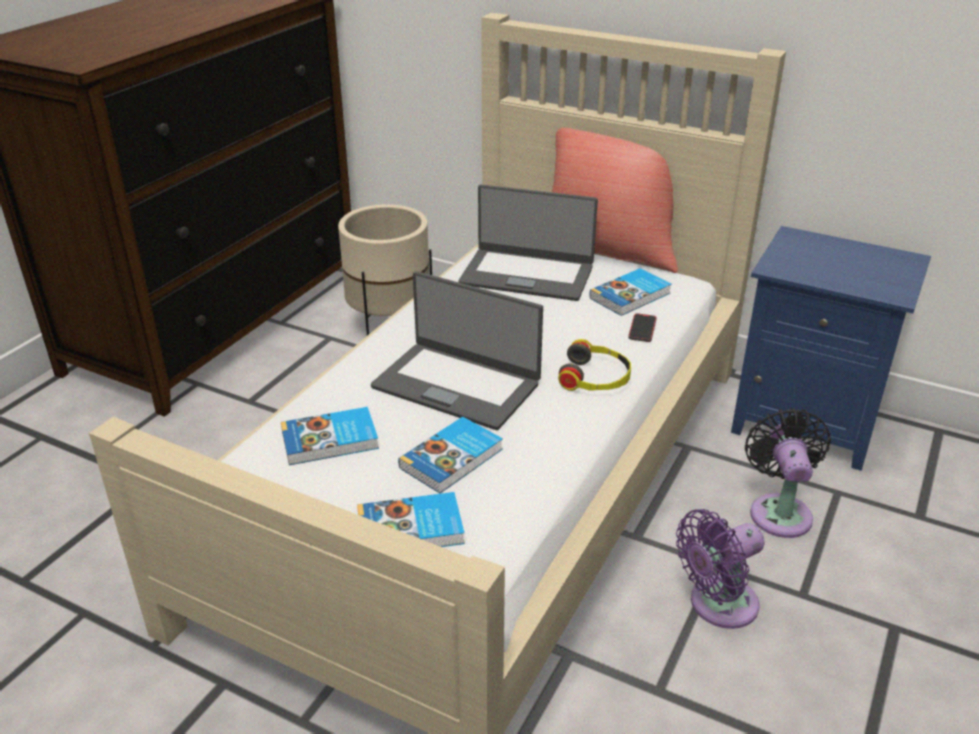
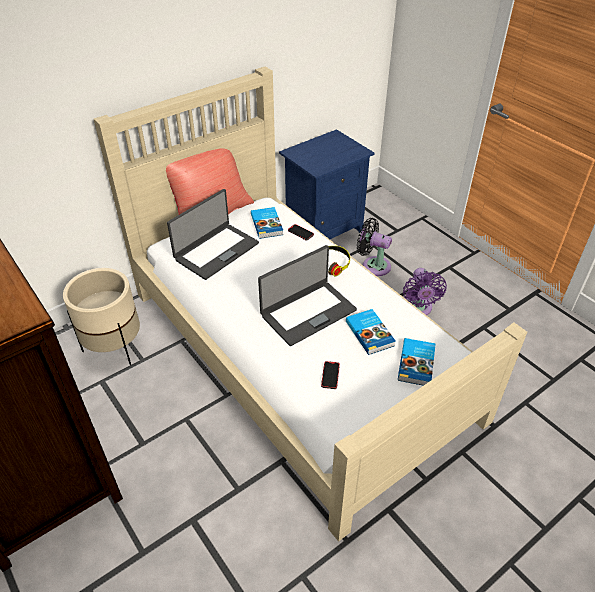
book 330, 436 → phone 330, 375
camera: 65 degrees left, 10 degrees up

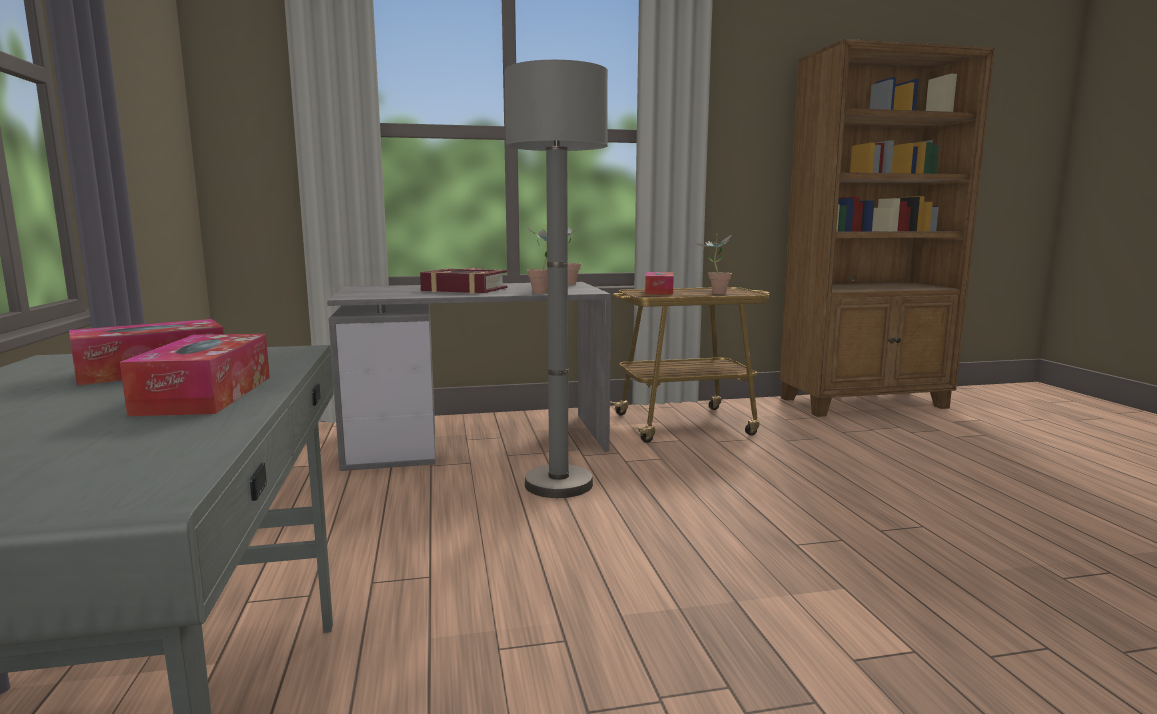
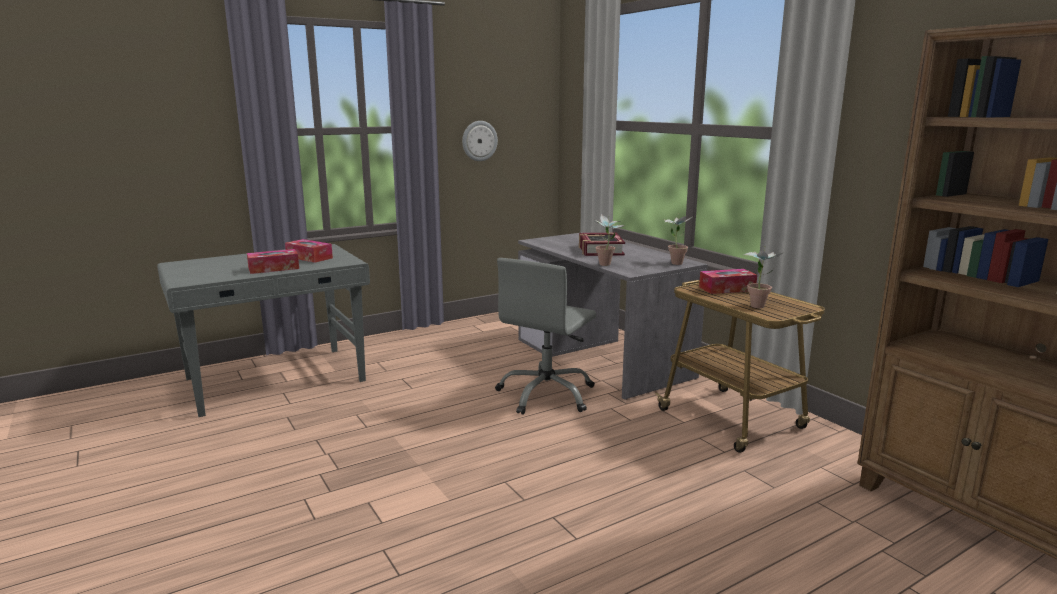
grey_floor_lamp 556, 279 → grey_office_chair 545, 336
- → wall_clock 480, 141
camera: 70 degrees right, 5 degrees up

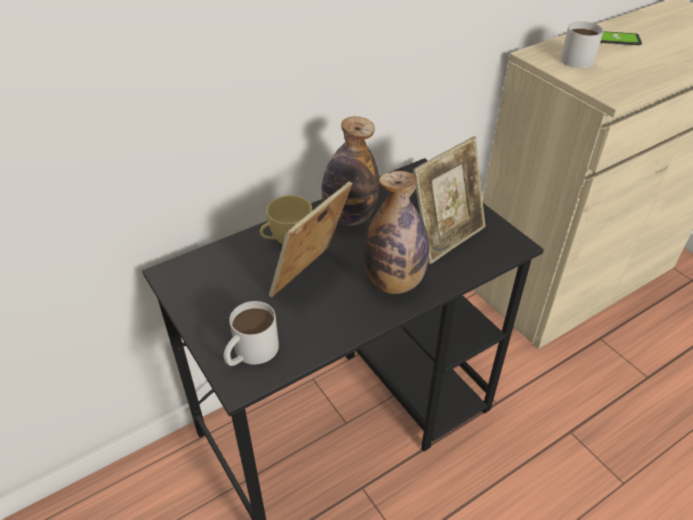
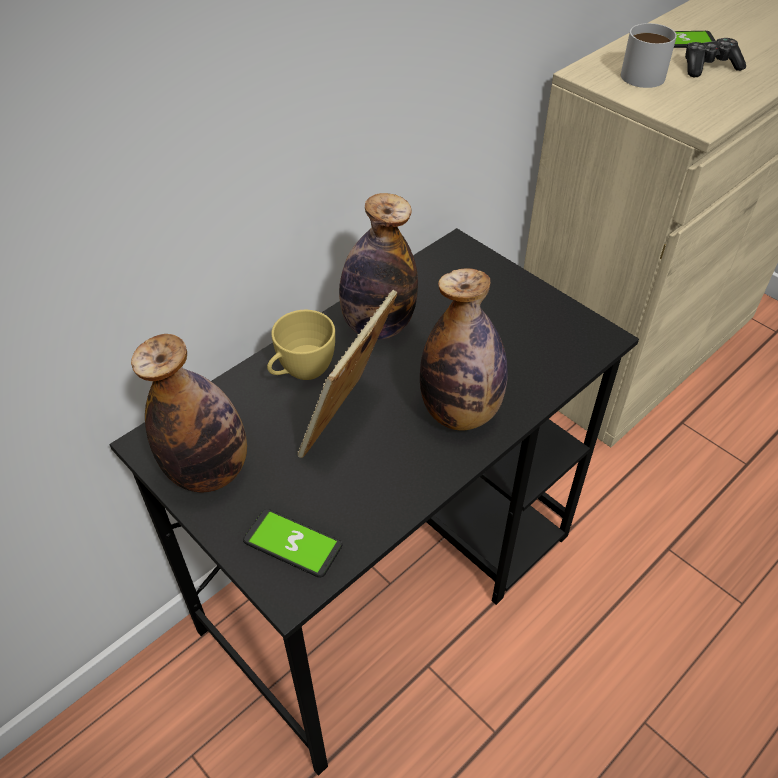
picture_frame 449, 200 → -
white_mug 251, 333 → phone 292, 543
- → game_controller 715, 57
- → bottle 189, 413
camera: 10 degrees left, 5 degrees up

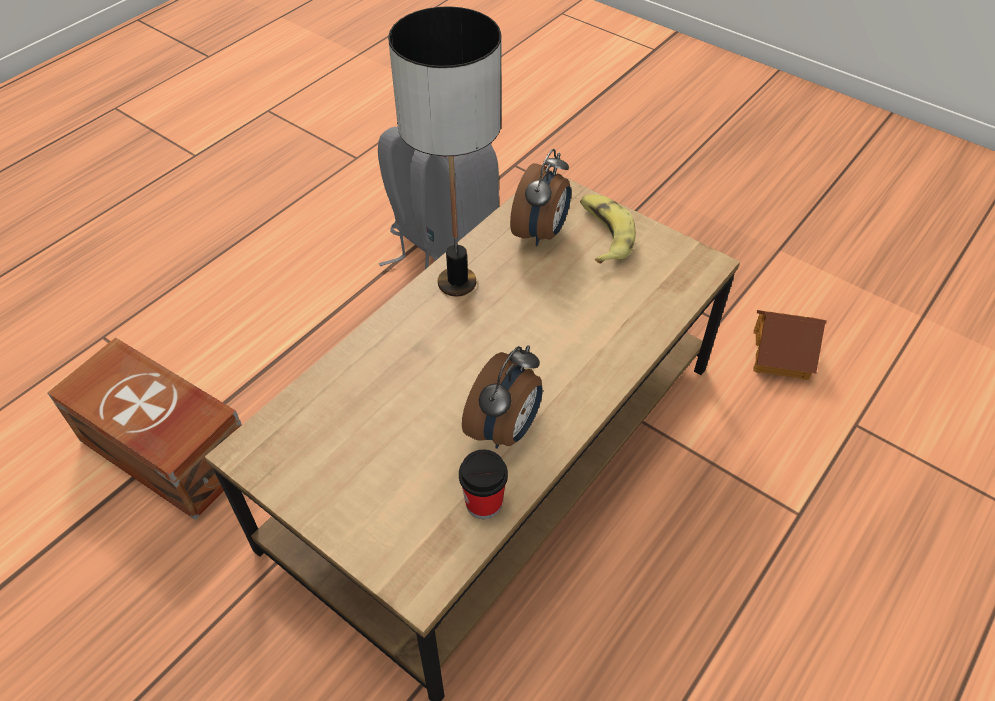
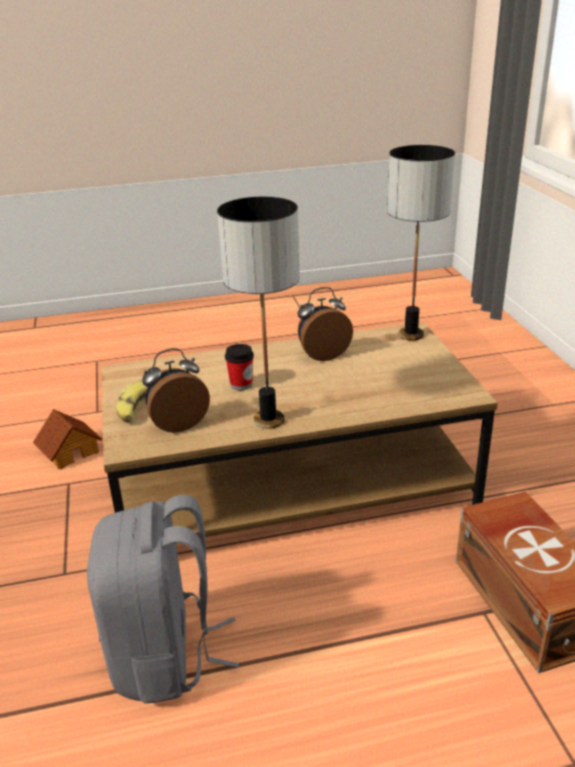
cup 483, 484 → cup 239, 367, shifted
- → table_lamp 421, 243
camera: 140 degrees left, 20 degrees down

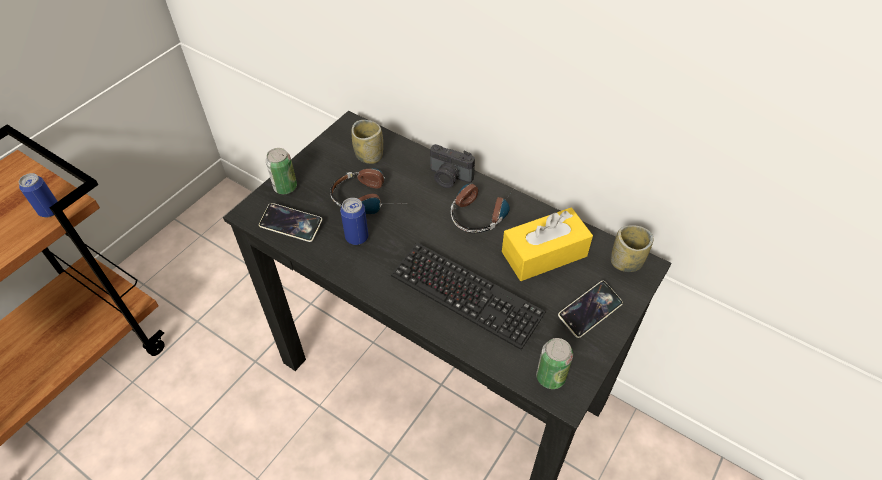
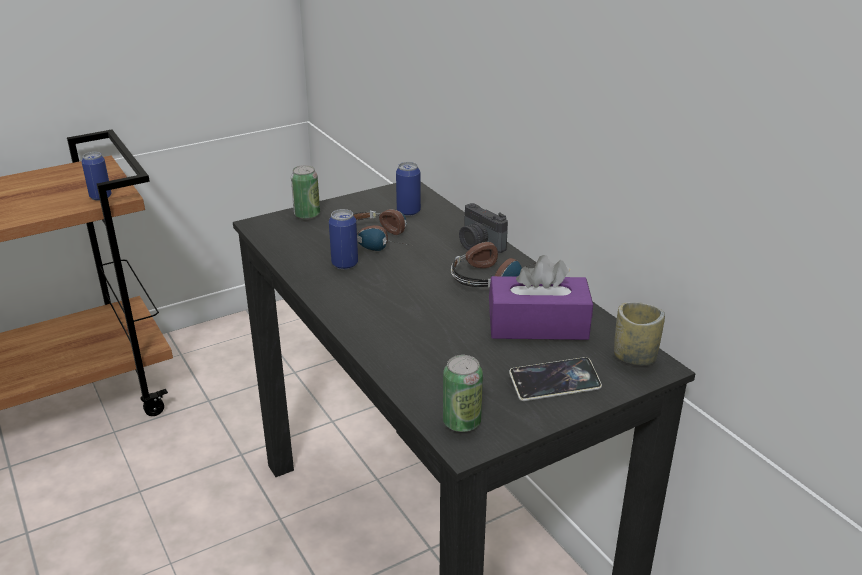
cup 367, 142 → can 408, 189
phone 291, 222 → -
yellow_tissue_box 547, 244 → purple_tissue_box 541, 297
keyboard 468, 296 → -
camera: 25 degrees right, 20 degrees down

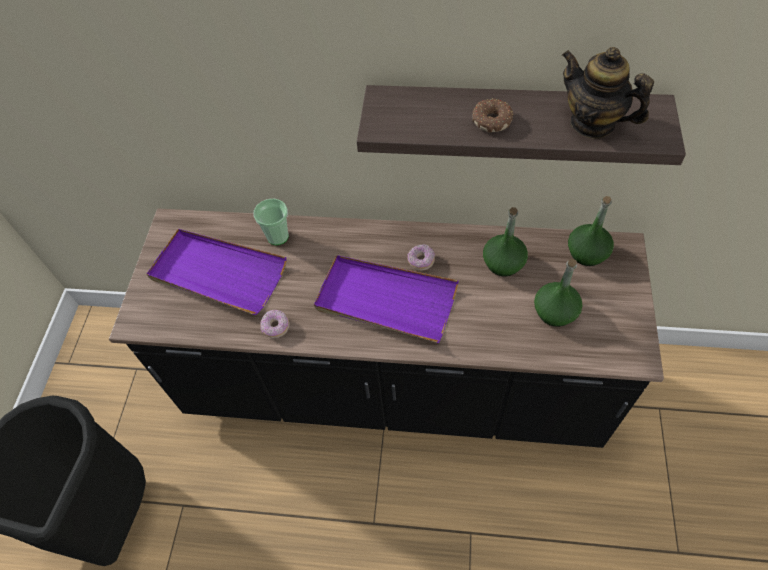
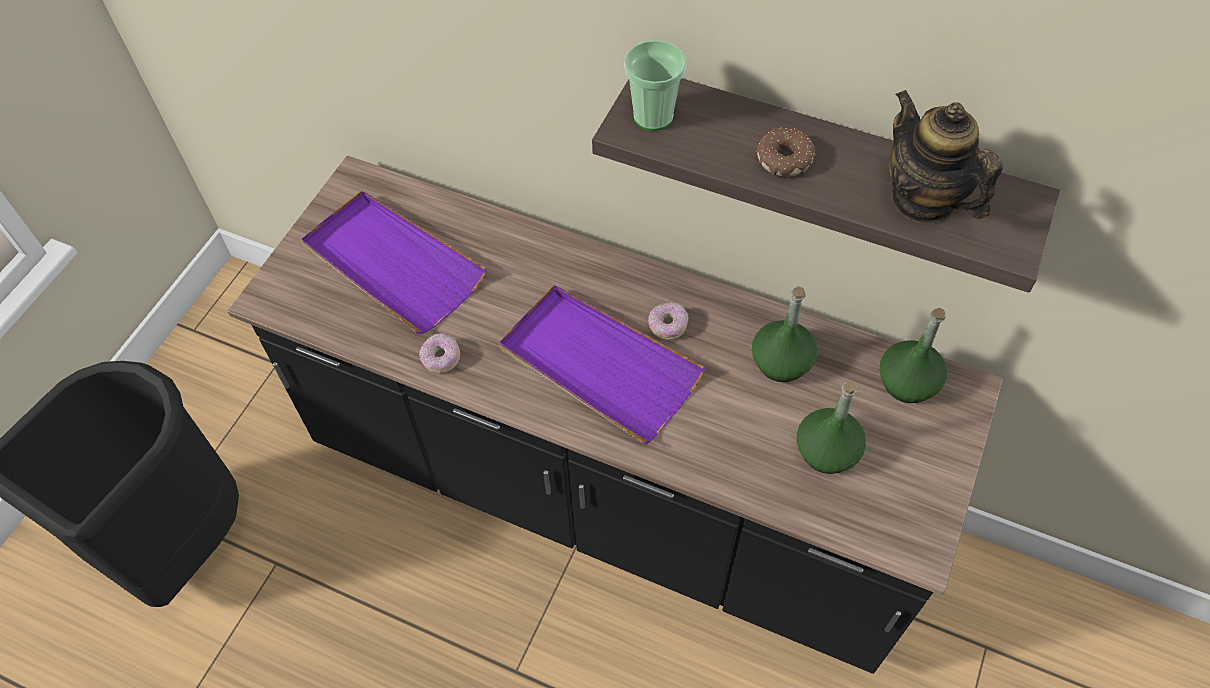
cup 271, 222 → cup 655, 85, shifted
camera: 15 degrees right, 0 degrees up

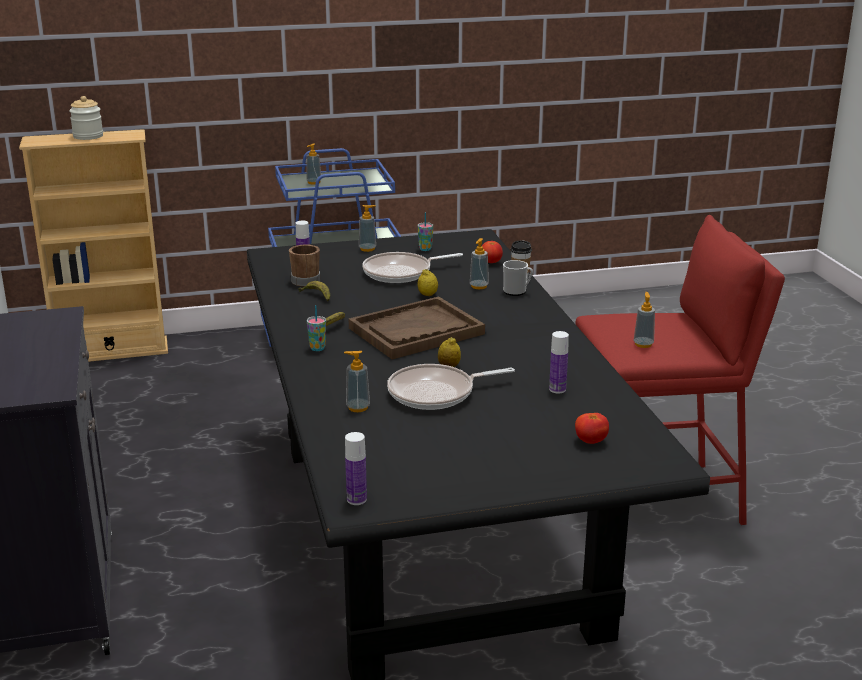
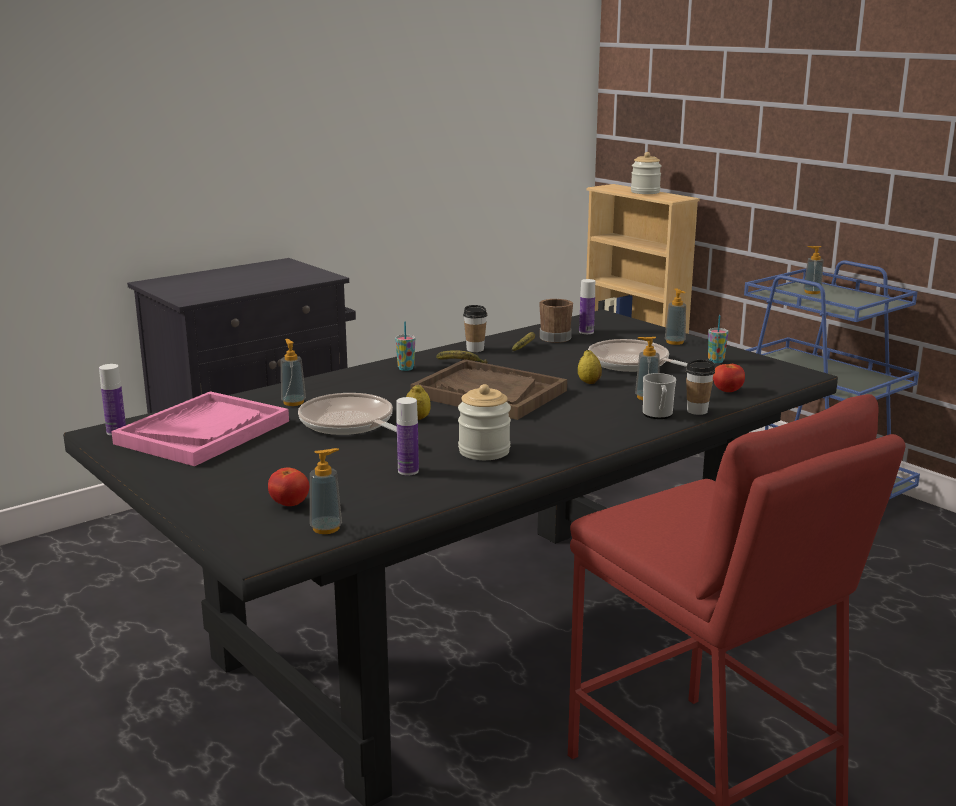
soap_dispenser 644, 320 → soap_dispenser 326, 491, shifted
- → cup 475, 328
- → jar 484, 422
- → pink_tray 200, 428
camera: 65 degrees right, 5 degrees down

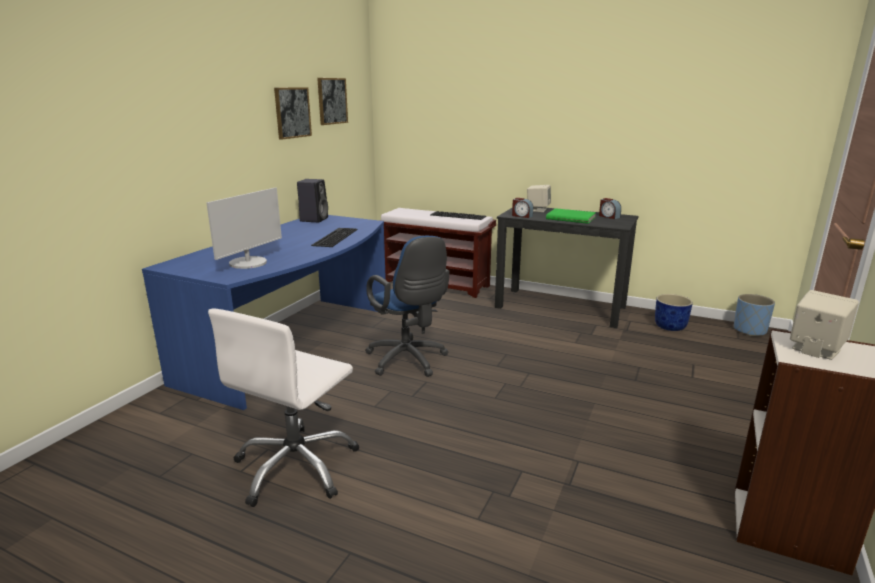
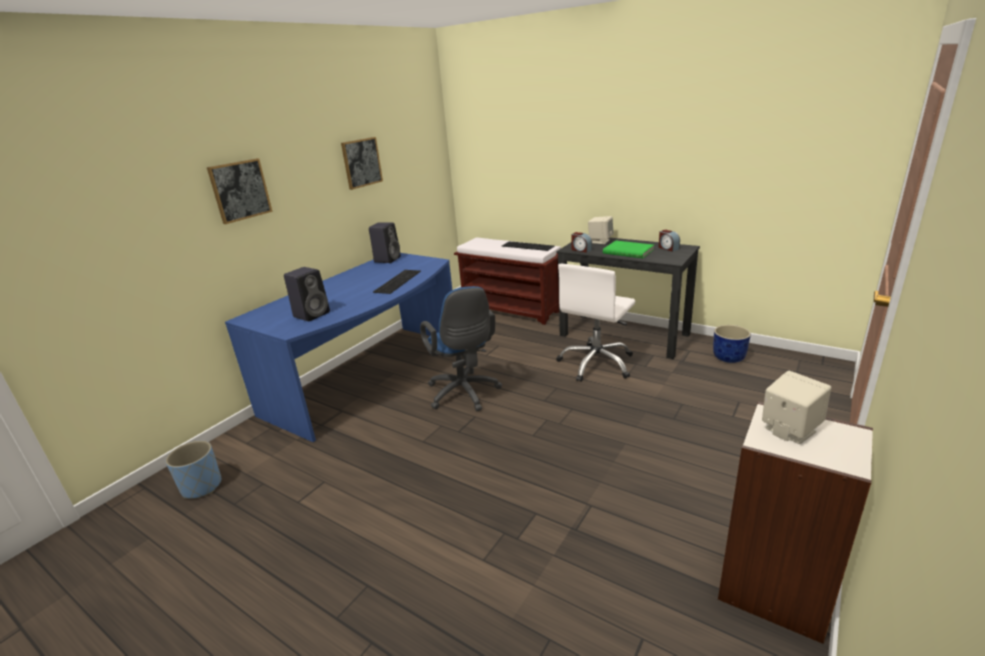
picture 332, 101 → picture 240, 191, shifted
monitor 244, 228 → black_speaker 307, 294
blue_planter 754, 315 → blue_planter 193, 470, shifted
white_office_chair 283, 407 → white_office_chair 595, 323, shifted
camera: 10 degrees right, 5 degrees up

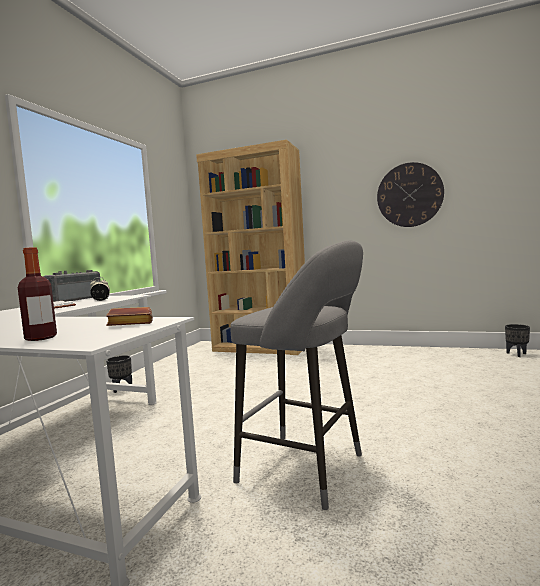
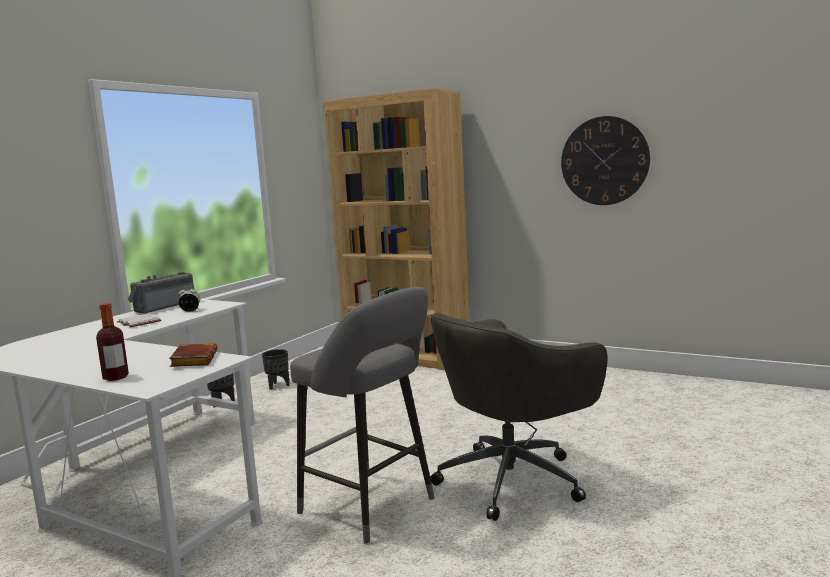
black_planter 517, 340 → black_planter 275, 369, shifted
- → grey_office_chair 518, 416
camera: 10 degrees right, 5 degrees up

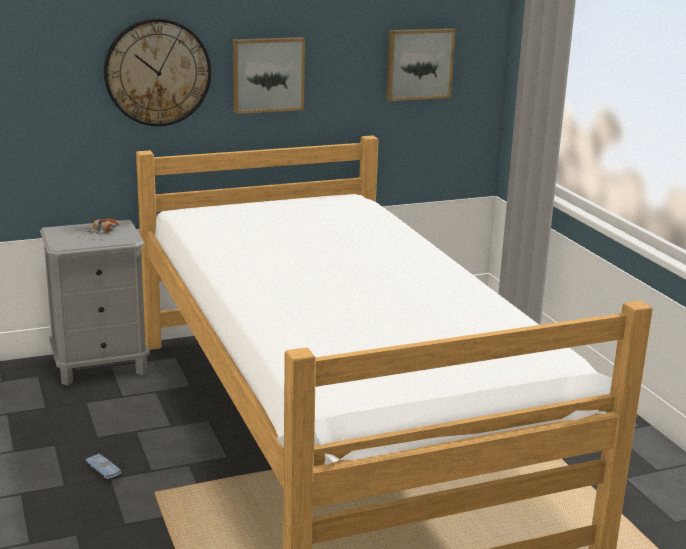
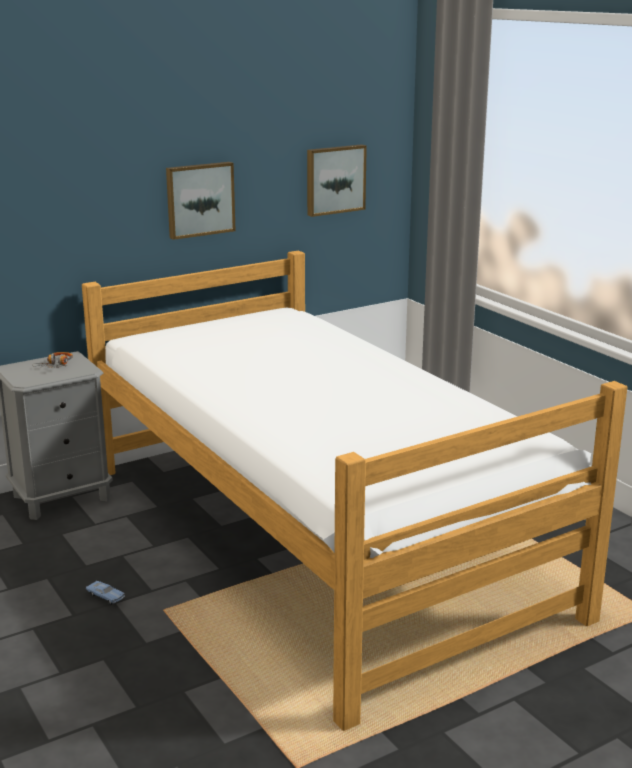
wall_clock 157, 72 → -
camera: 10 degrees left, 0 degrees up

